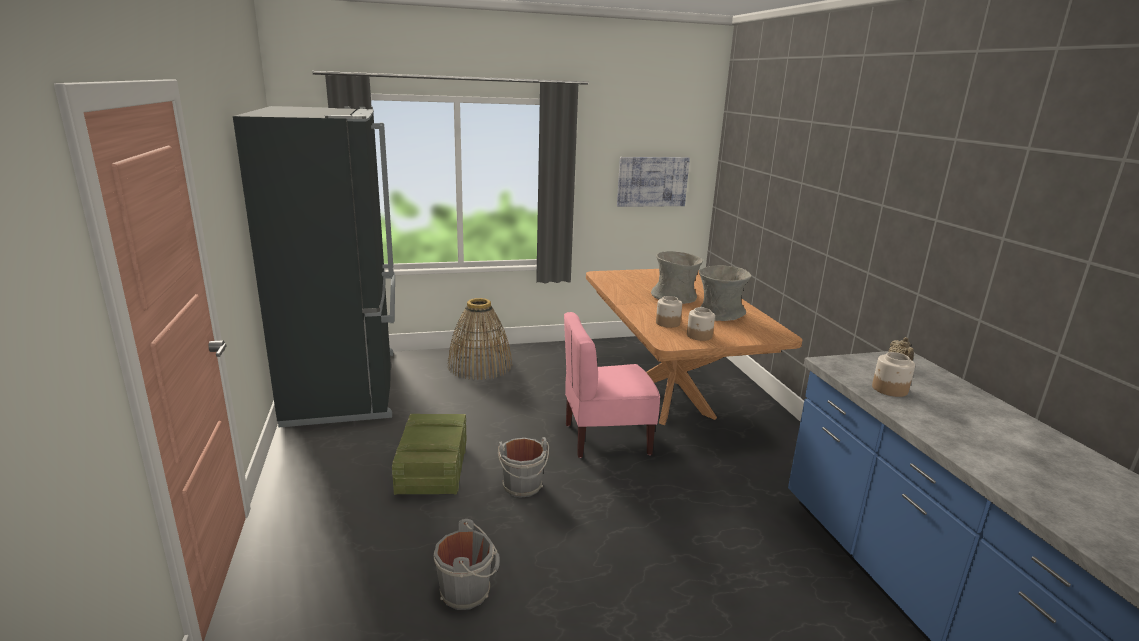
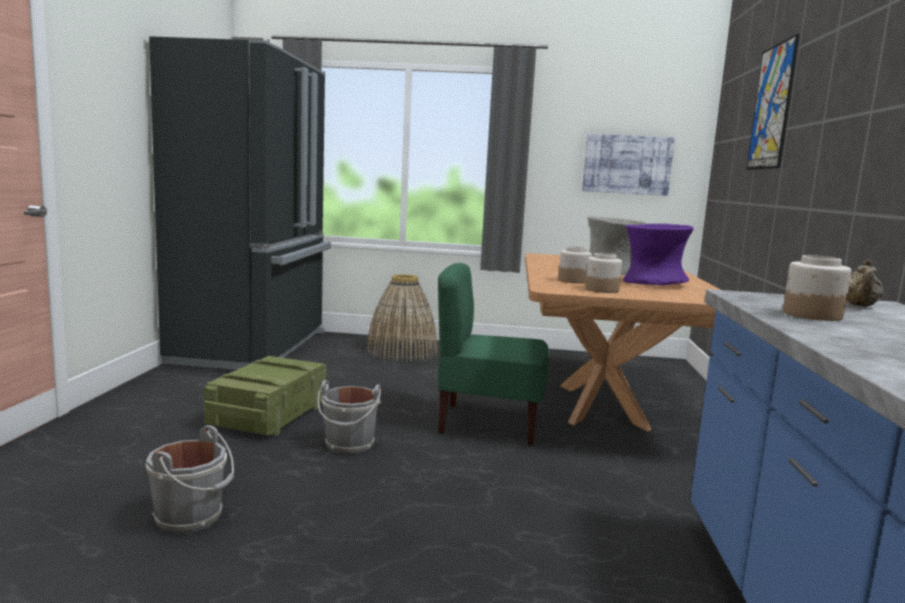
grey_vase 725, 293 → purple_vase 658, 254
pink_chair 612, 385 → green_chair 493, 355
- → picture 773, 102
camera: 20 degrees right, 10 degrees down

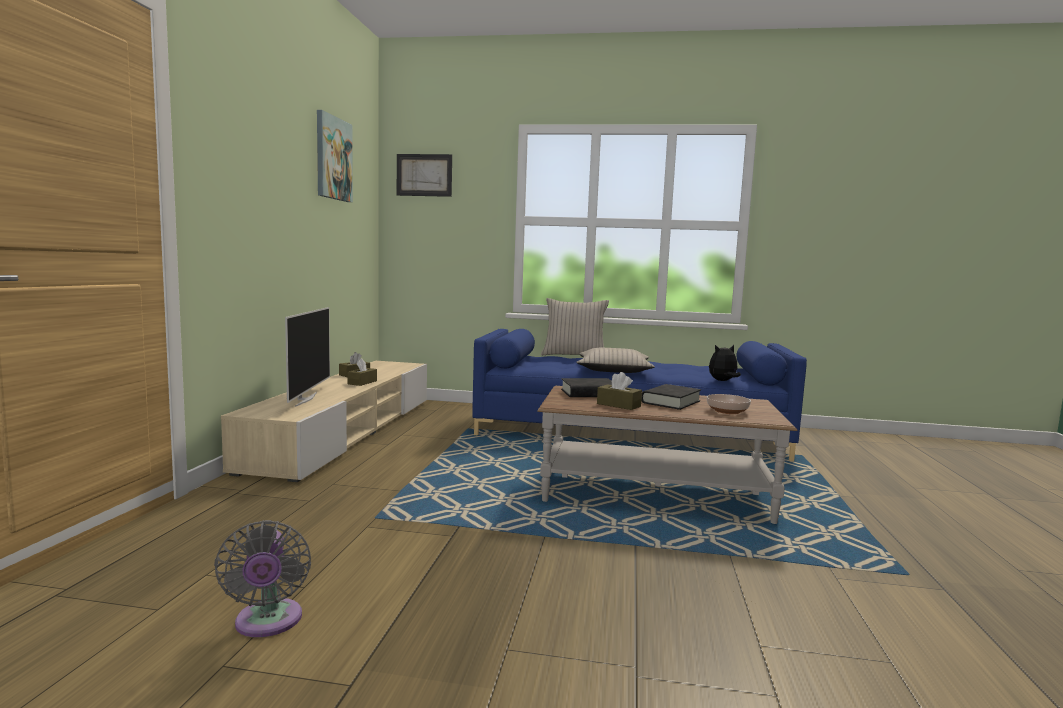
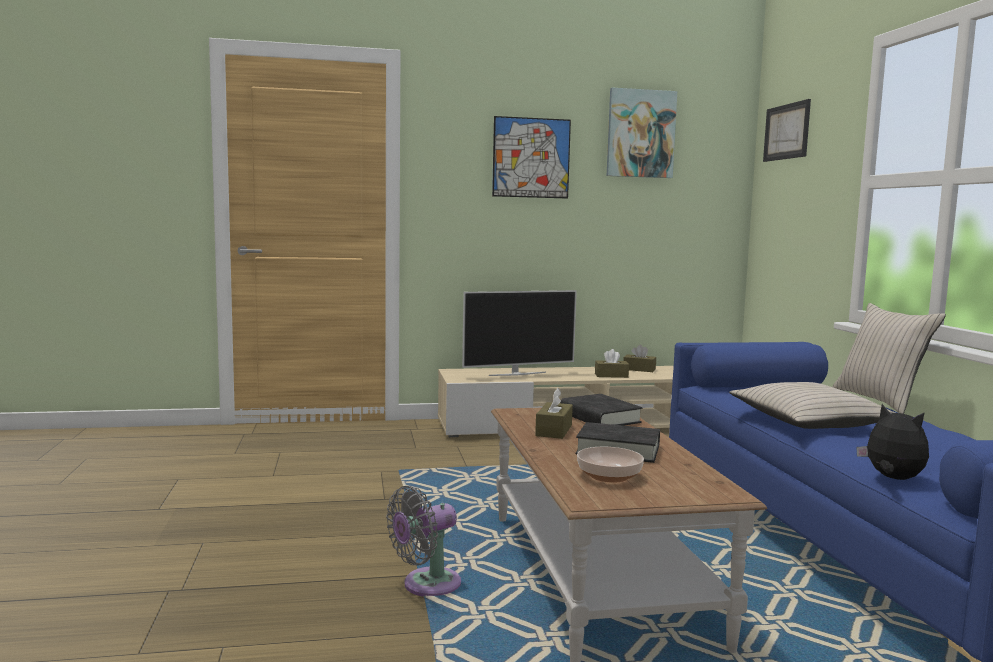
grey_fan 262, 578 → grey_fan 423, 541, shifted
- → picture 531, 157
camera: 70 degrees right, 0 degrees up

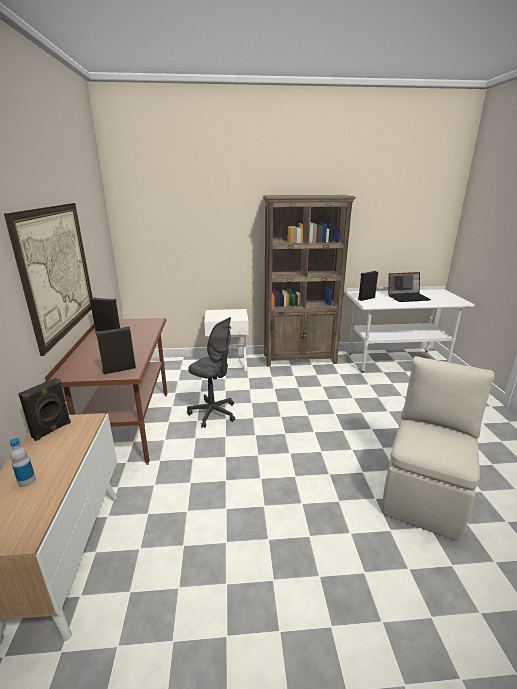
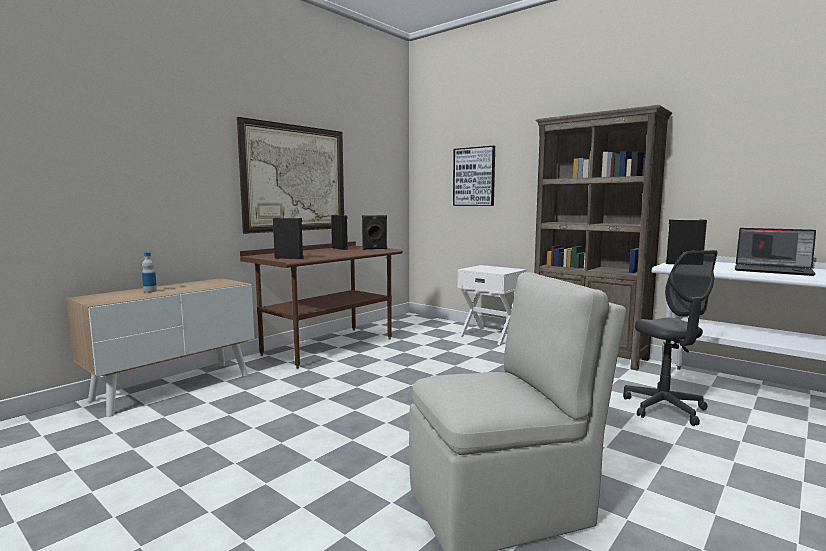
grey_office_chair 211, 372 → grey_office_chair 670, 338, shifted
black_speaker 44, 409 → black_speaker 374, 232, shifted
- → picture 474, 176
camera: 45 degrees right, 15 degrees down

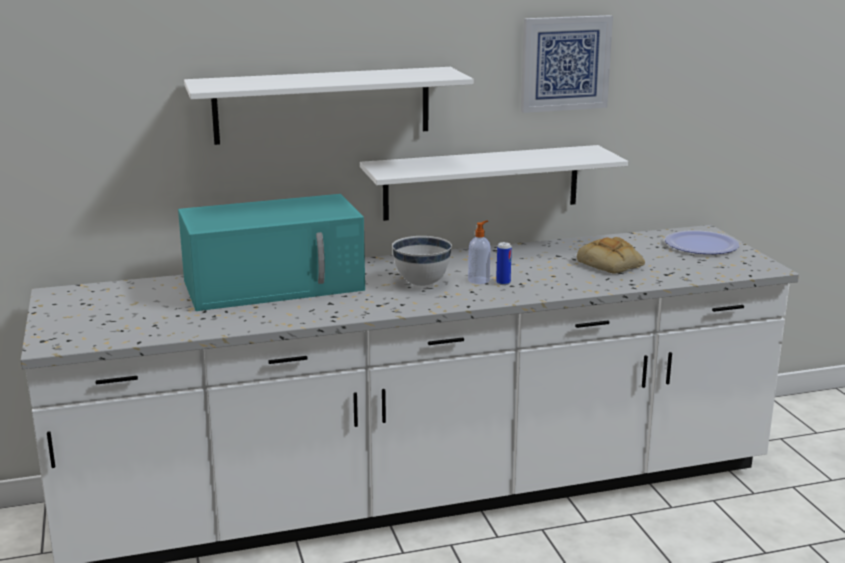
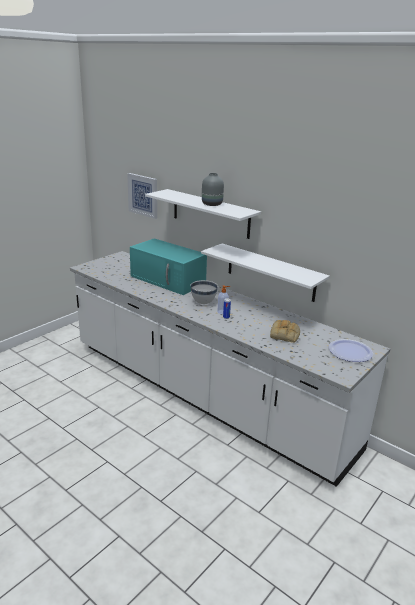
picture 567, 64 → picture 142, 196, shifted
- → grey_vase 213, 189
camera: 55 degrees right, 5 degrees up

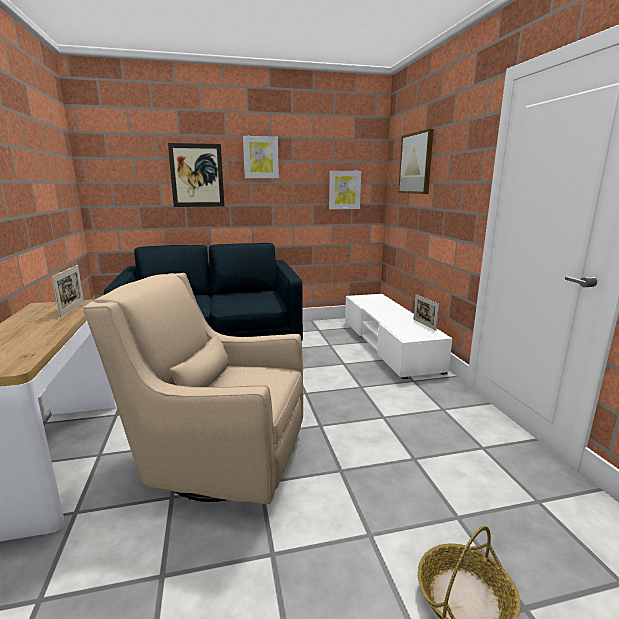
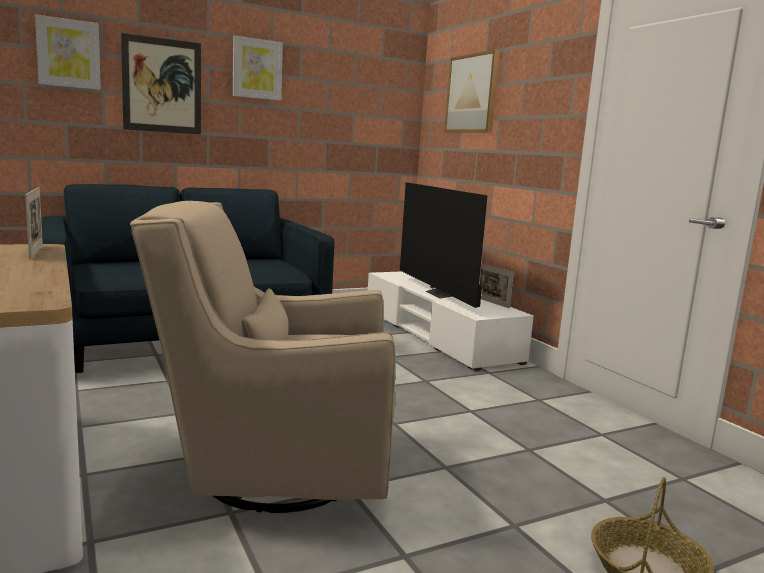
picture 345, 190 → picture 68, 52, shifted
- → television 444, 245
camera: 15 degrees left, 5 degrees down

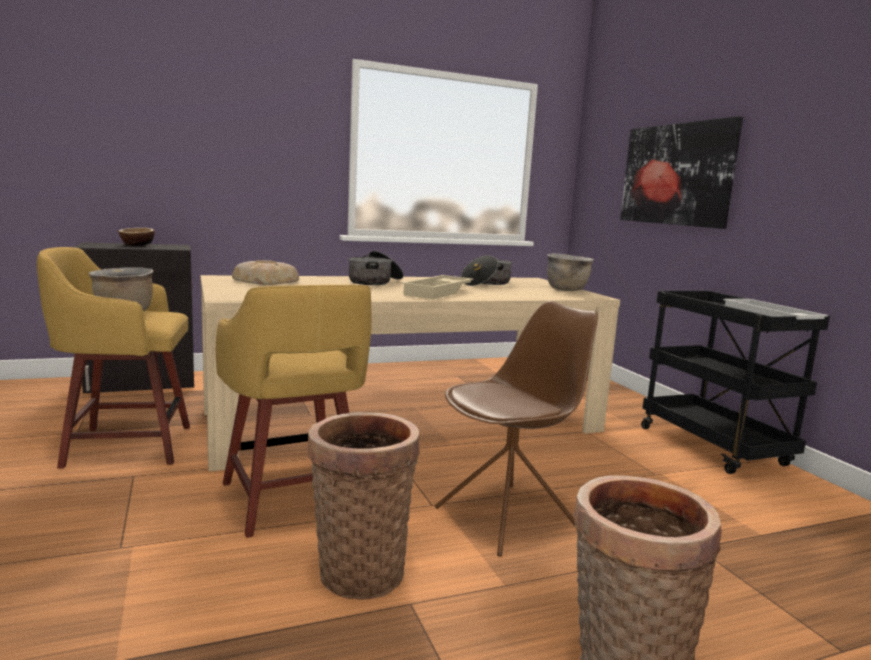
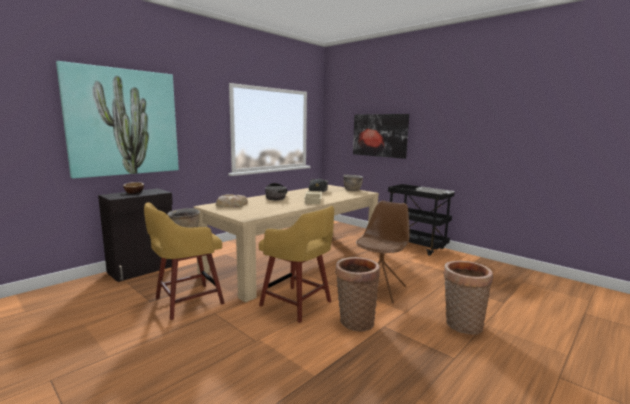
- → picture 117, 120
camera: 25 degrees left, 0 degrees up

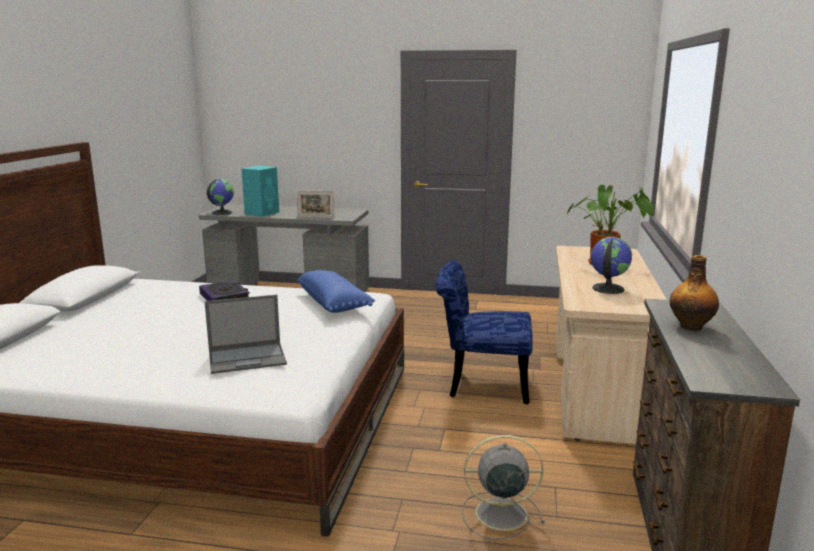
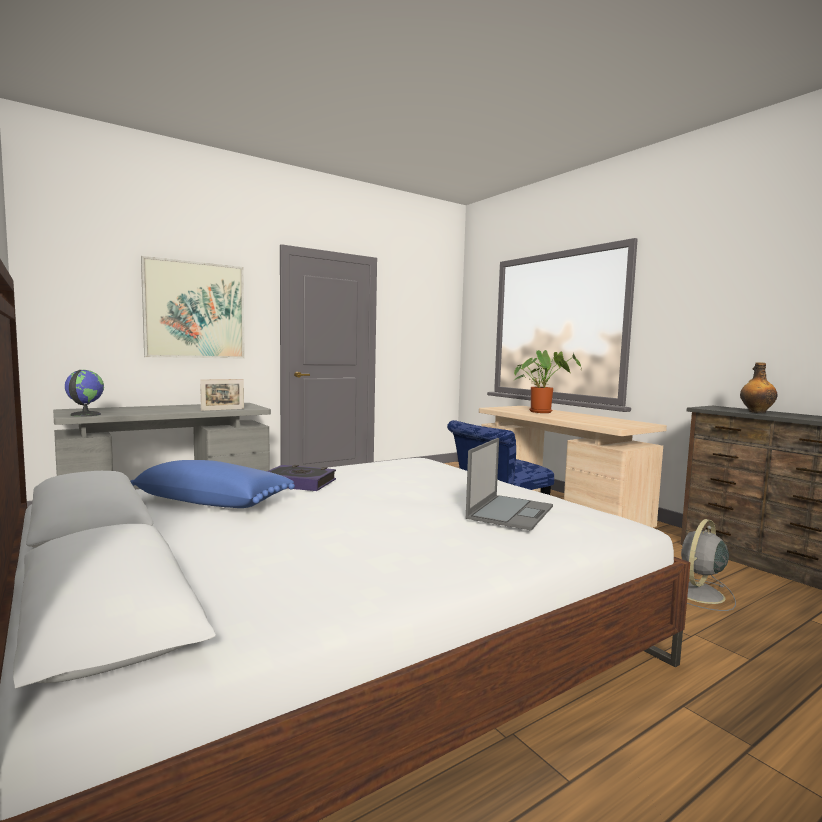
turquoise_speaker 260, 191 → -
globe 611, 265 → -
blue_pillow 336, 291 → blue_pillow 212, 484, shifted
- → picture 193, 307
camera: 45 degrees left, 10 degrees down

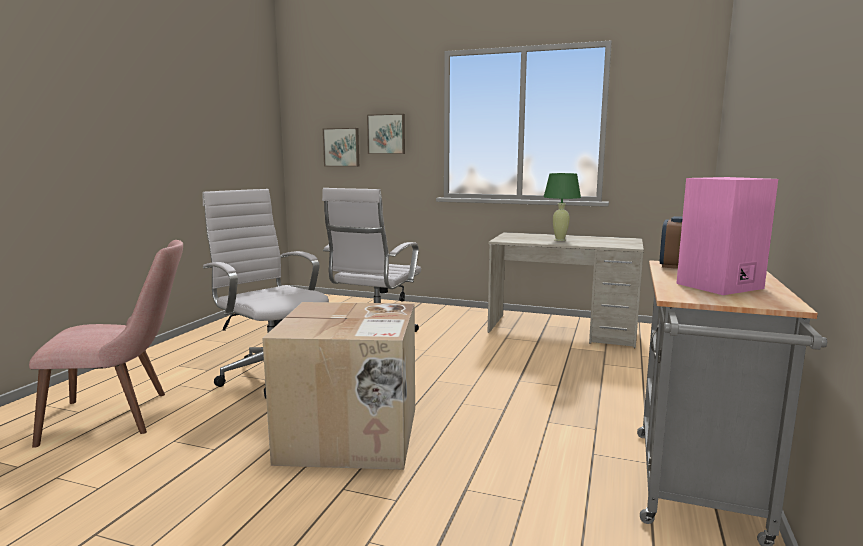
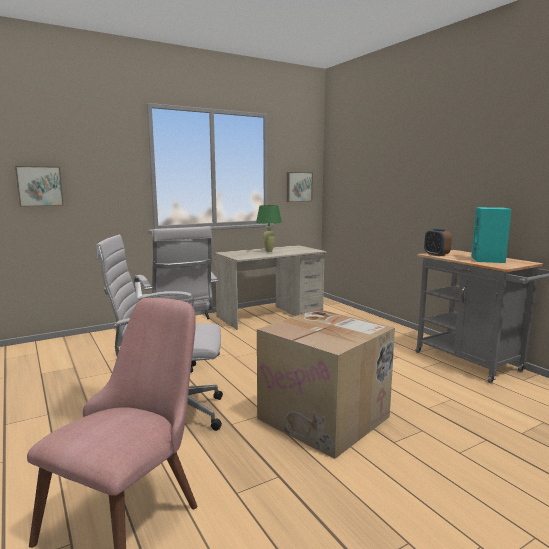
picture 386, 134 → picture 300, 187, shifted
pink_speaker 727, 236 → turquoise_speaker 491, 235
camera: 50 degrees left, 0 degrees up

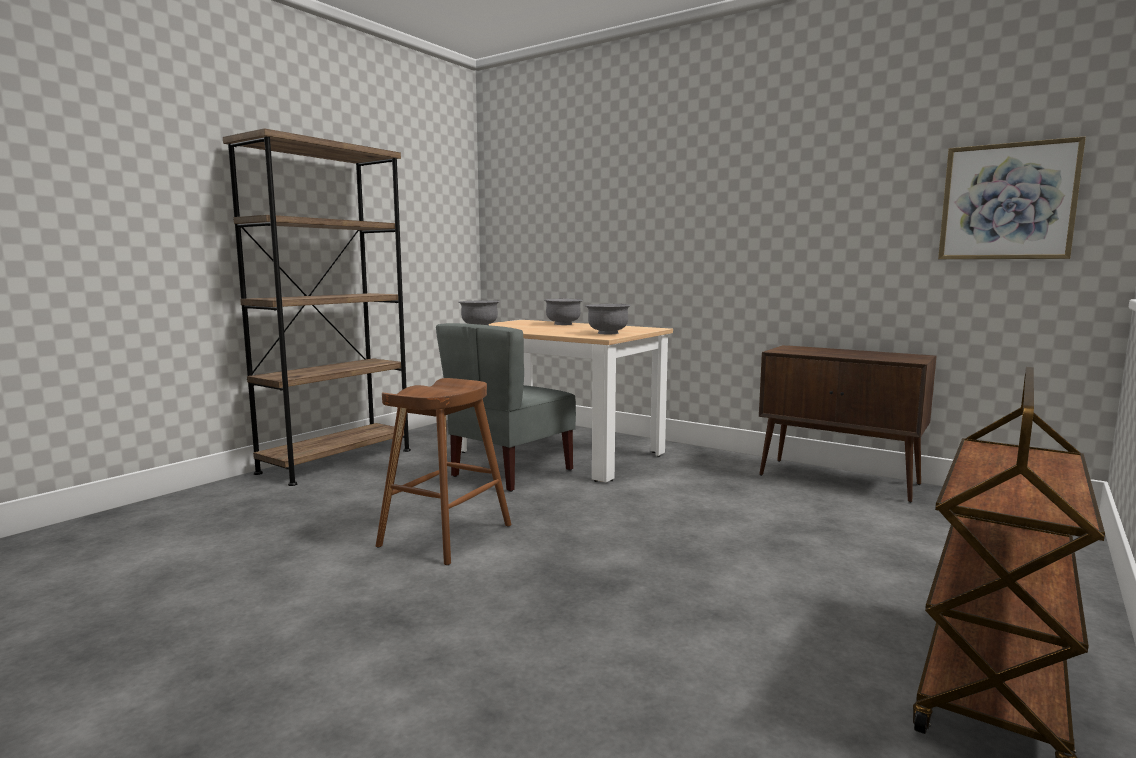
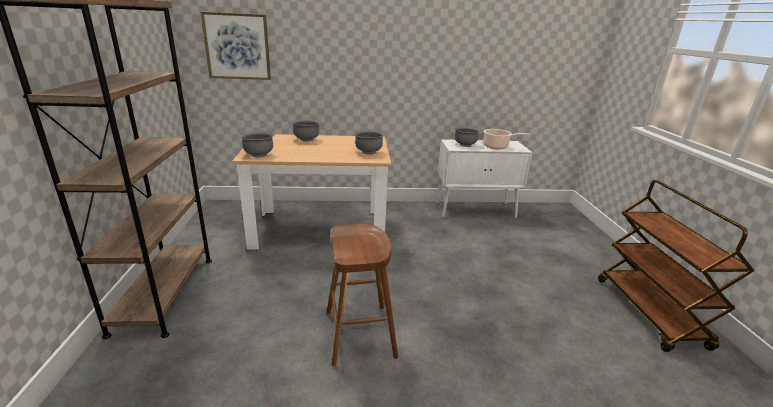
picture 1012, 197 → picture 235, 46, shifted
grey_chair 506, 407 → -
brown_cabinet 848, 424 → white_cabinet 484, 178
- → grey_bowl 467, 136
- → cooking_pot 507, 139
camera: 40 degrees left, 15 degrees up

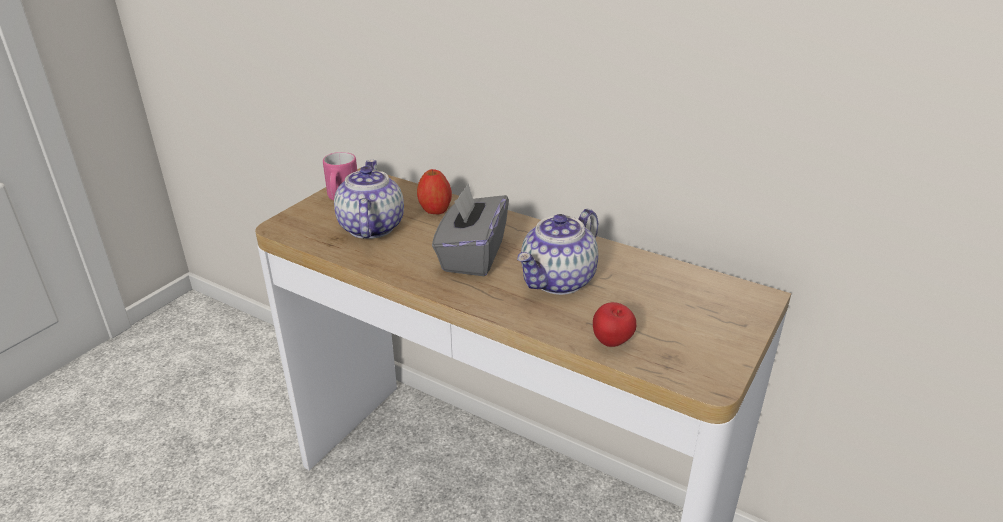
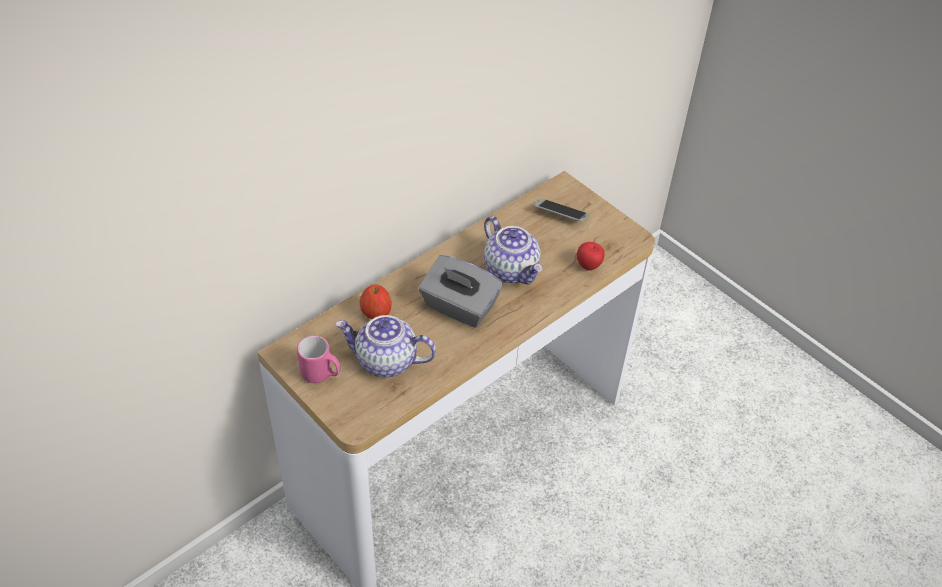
- → phone 562, 210
camera: 75 degrees left, 15 degrees up

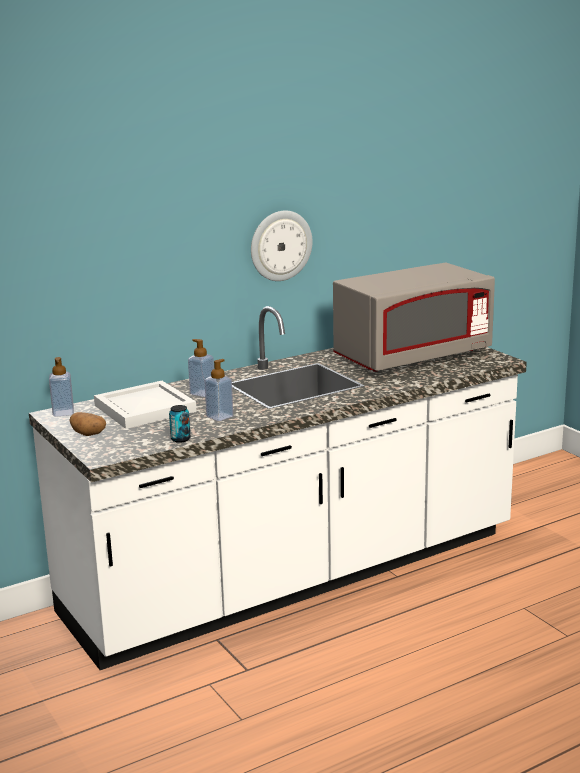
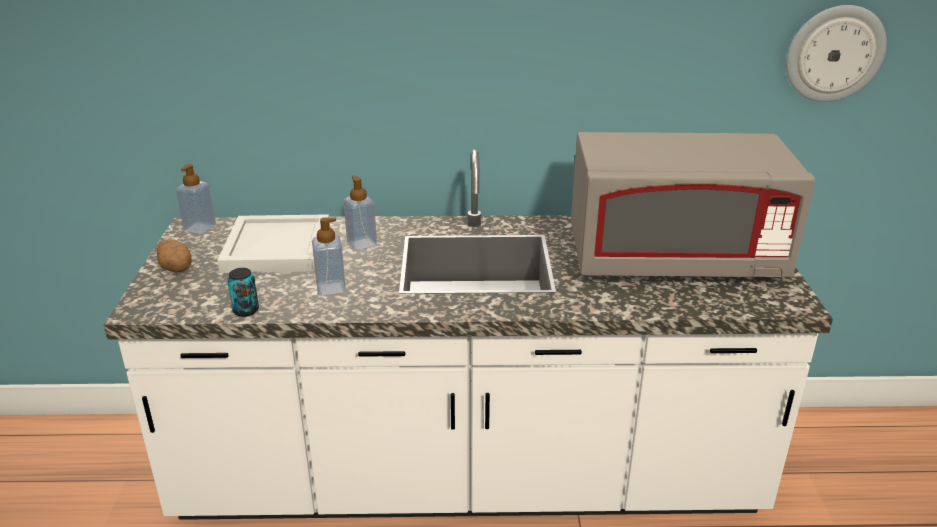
wall_clock 281, 245 → wall_clock 836, 53, shifted
camera: 30 degrees right, 10 degrees up

